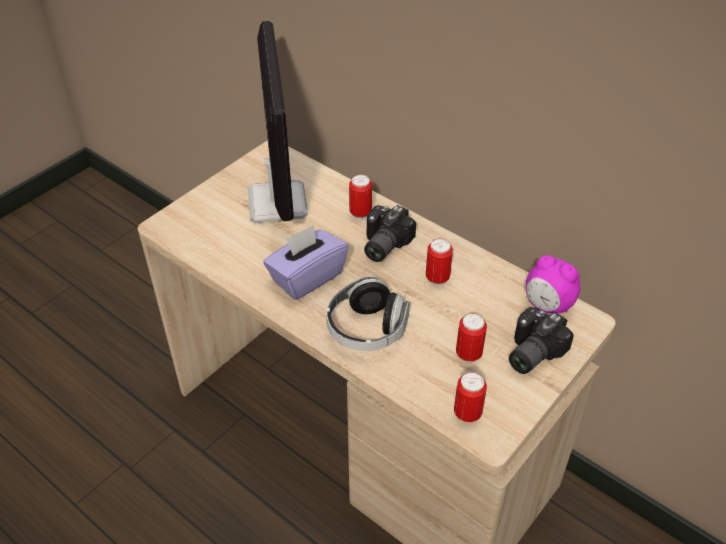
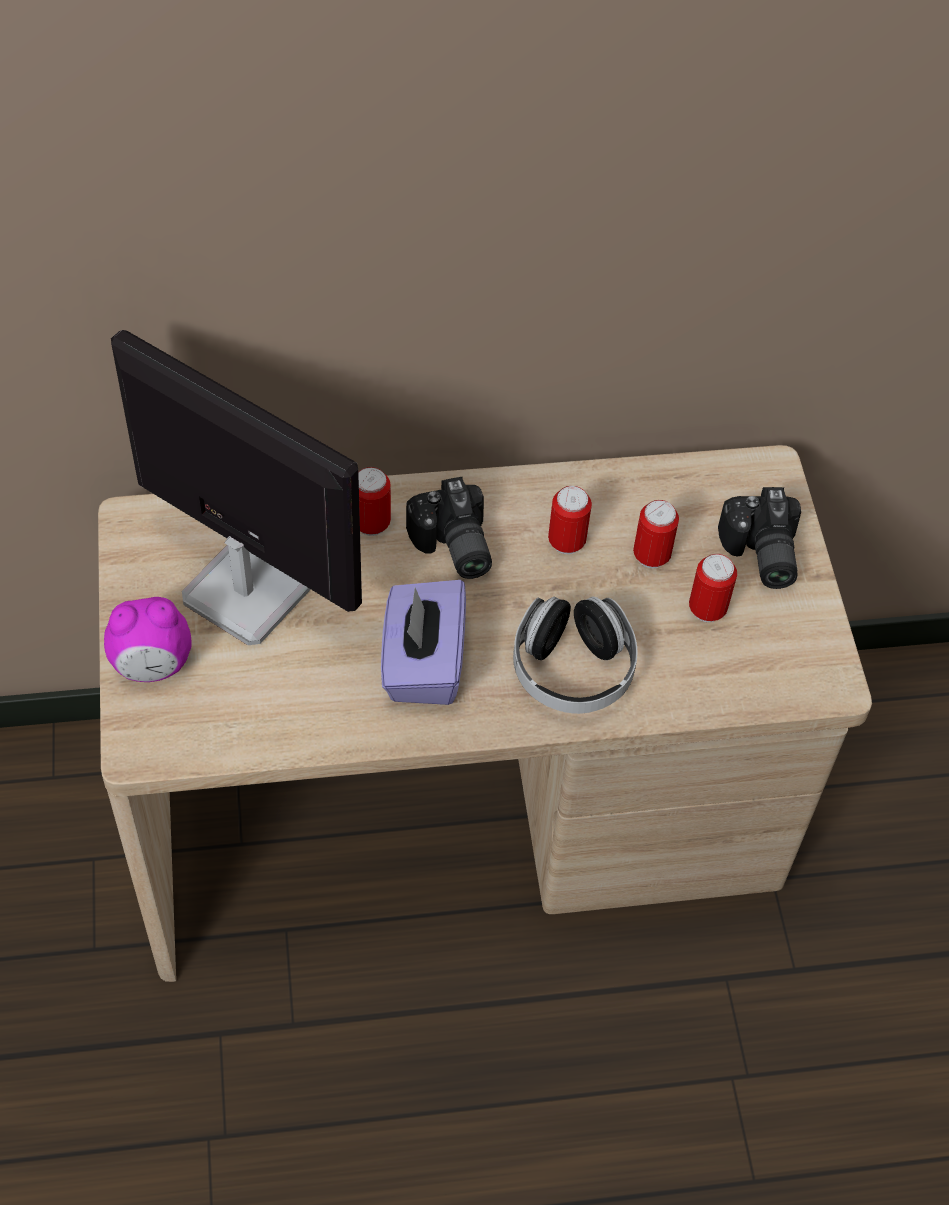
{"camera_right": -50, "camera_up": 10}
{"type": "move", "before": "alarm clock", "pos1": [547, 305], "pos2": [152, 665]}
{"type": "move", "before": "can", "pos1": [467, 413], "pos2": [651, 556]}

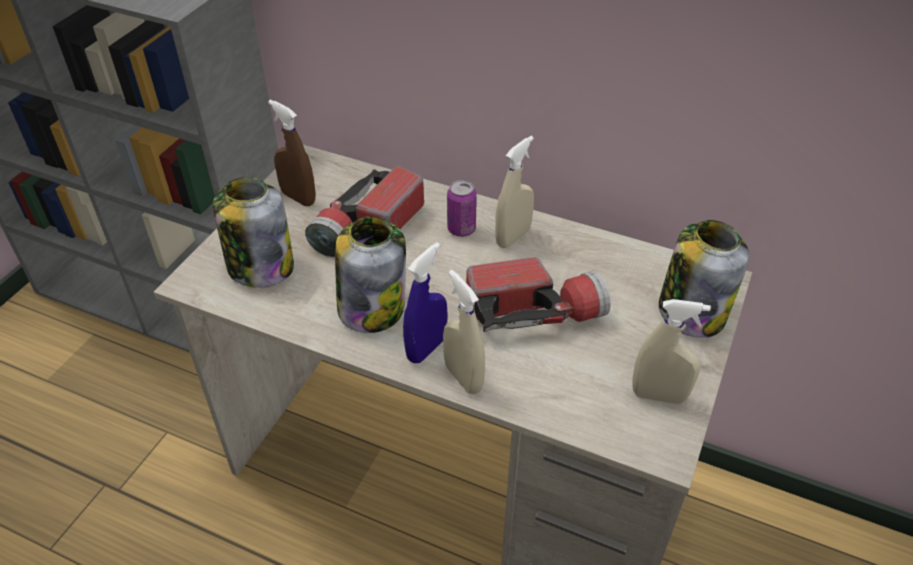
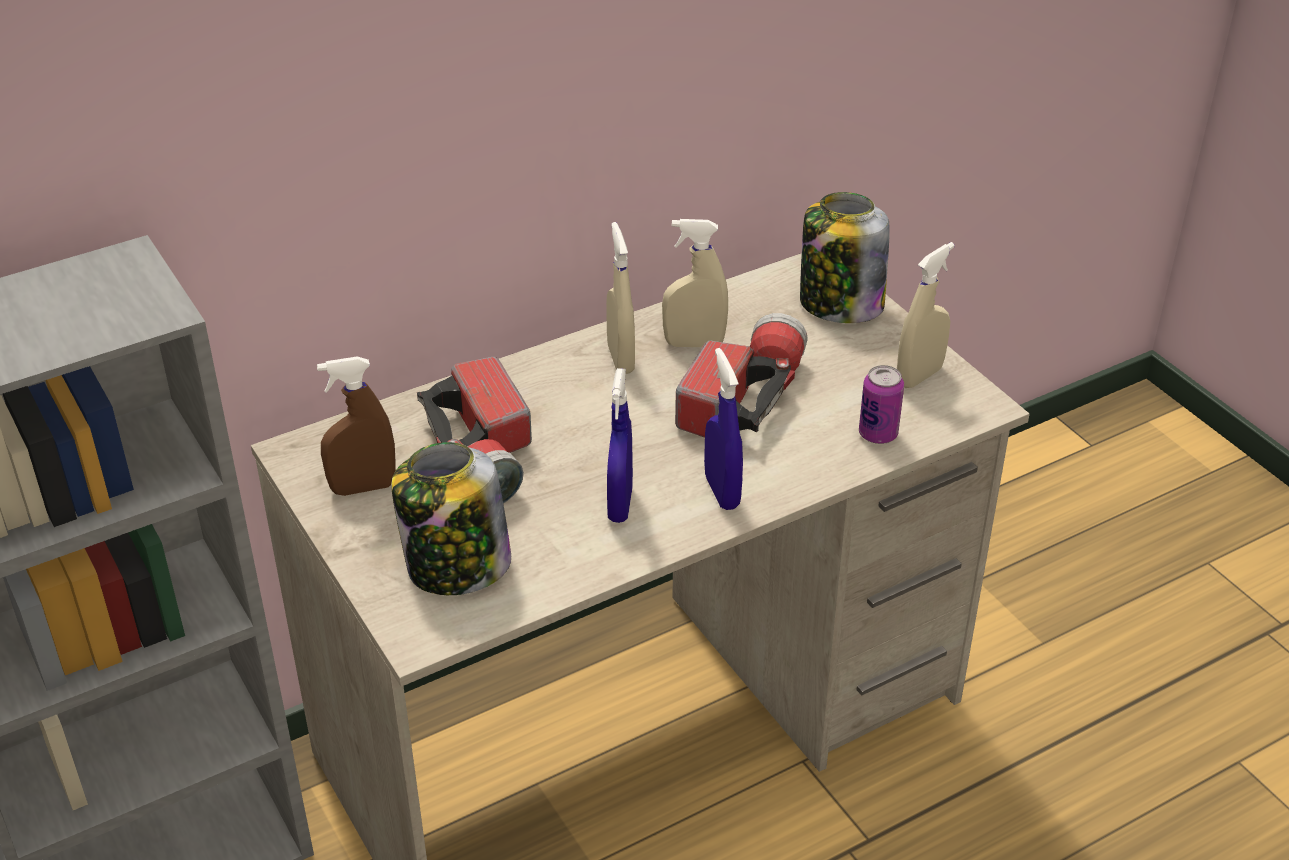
{"camera_right": -55, "camera_up": -5}
{"type": "replace", "before": "jar", "after": "spray bottle (blue)", "pos1": [372, 307], "pos2": [620, 504]}
{"type": "move", "before": "spray bottle (beige)", "pos1": [463, 377], "pos2": [694, 344]}
{"type": "move", "before": "can", "pos1": [461, 229], "pos2": [878, 434]}

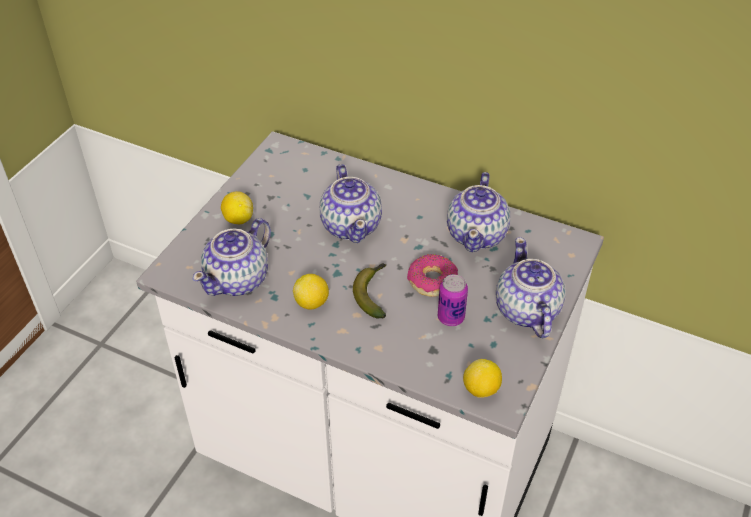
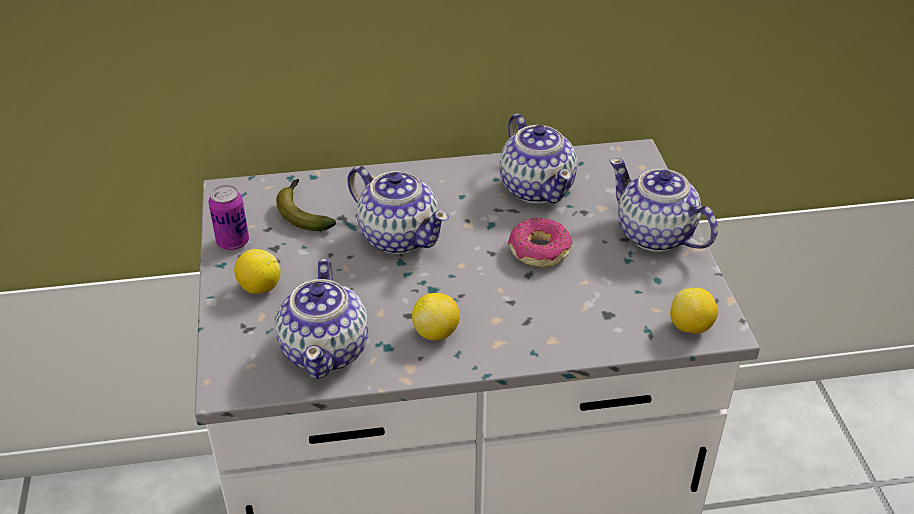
{"camera_right": -35, "camera_up": -5}
{"type": "move", "before": "can", "pos1": [451, 317], "pos2": [233, 242]}
{"type": "move", "before": "banana", "pos1": [373, 293], "pos2": [303, 212]}

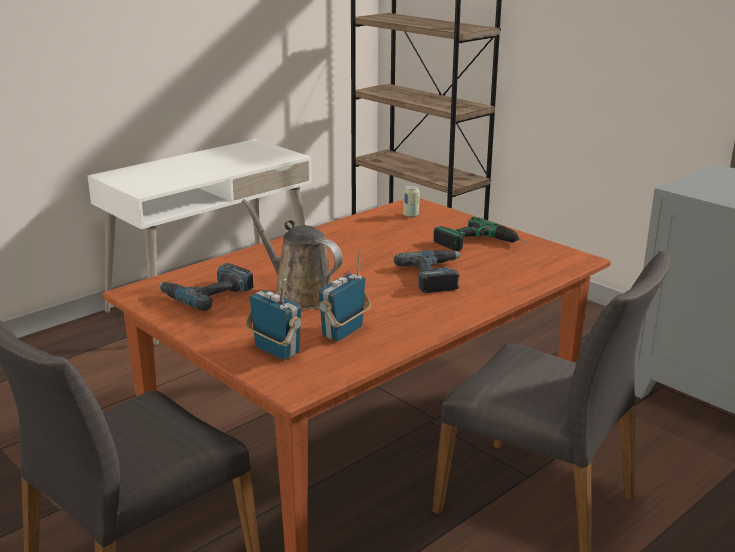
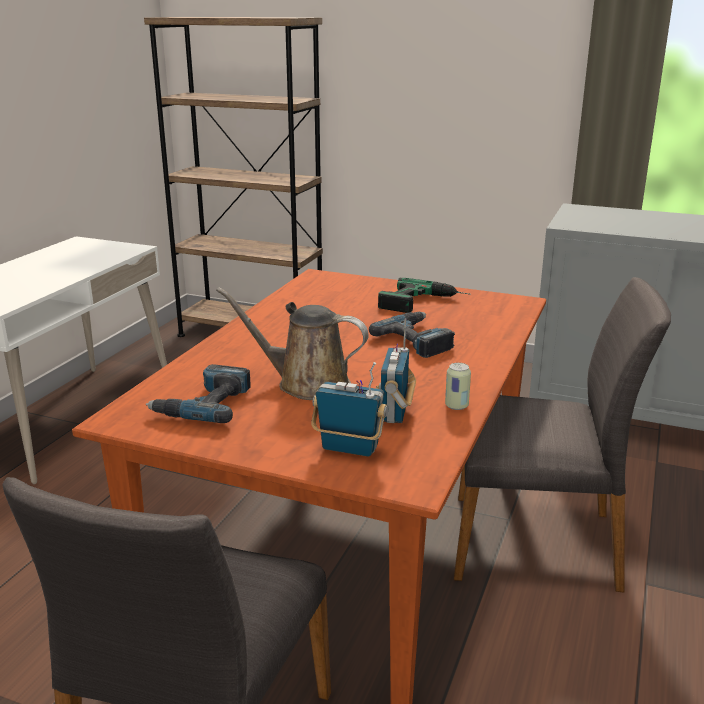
{"camera_right": -25, "camera_up": 0}
{"type": "move", "before": "can", "pos1": [410, 215], "pos2": [456, 406]}

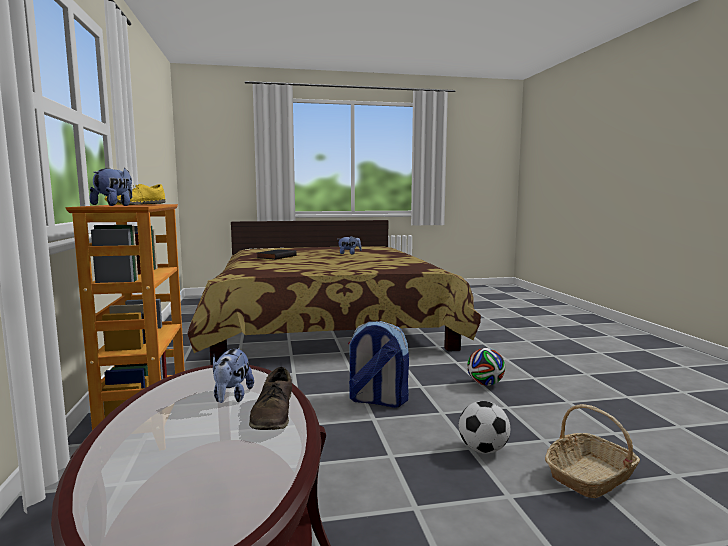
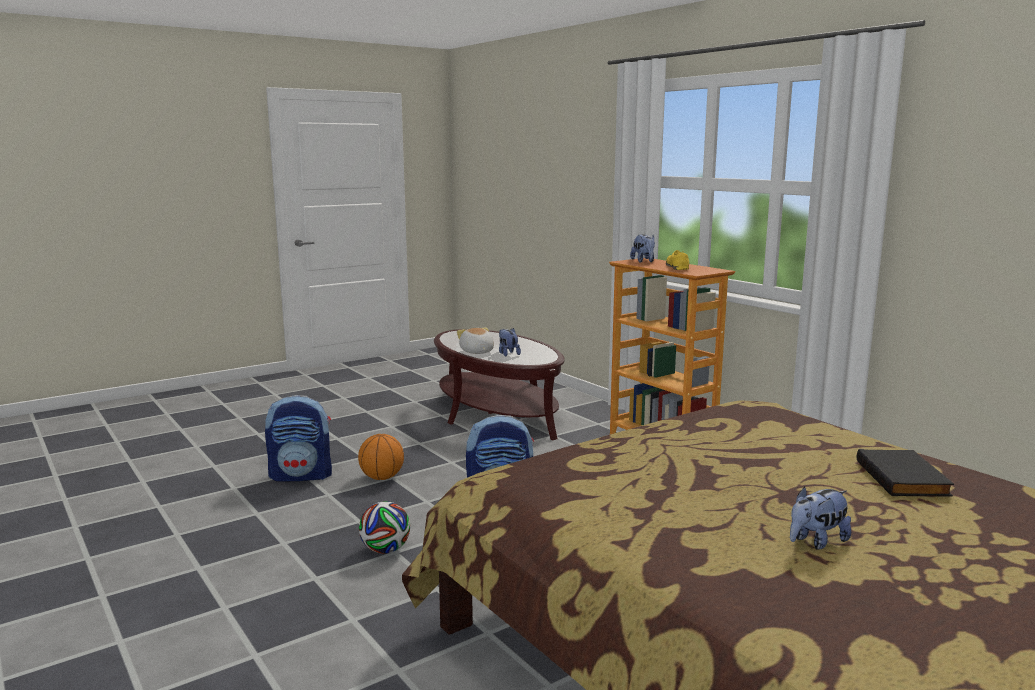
{"camera_right": 155, "camera_up": 5}
{"type": "replace", "before": "basket", "after": "backpack", "pos1": [590, 477], "pos2": [302, 475]}
{"type": "replace", "before": "football", "after": "basketball", "pos1": [483, 450], "pos2": [382, 478]}
{"type": "replace", "before": "shoe (brown)", "after": "plush toy", "pos1": [273, 414], "pos2": [476, 352]}

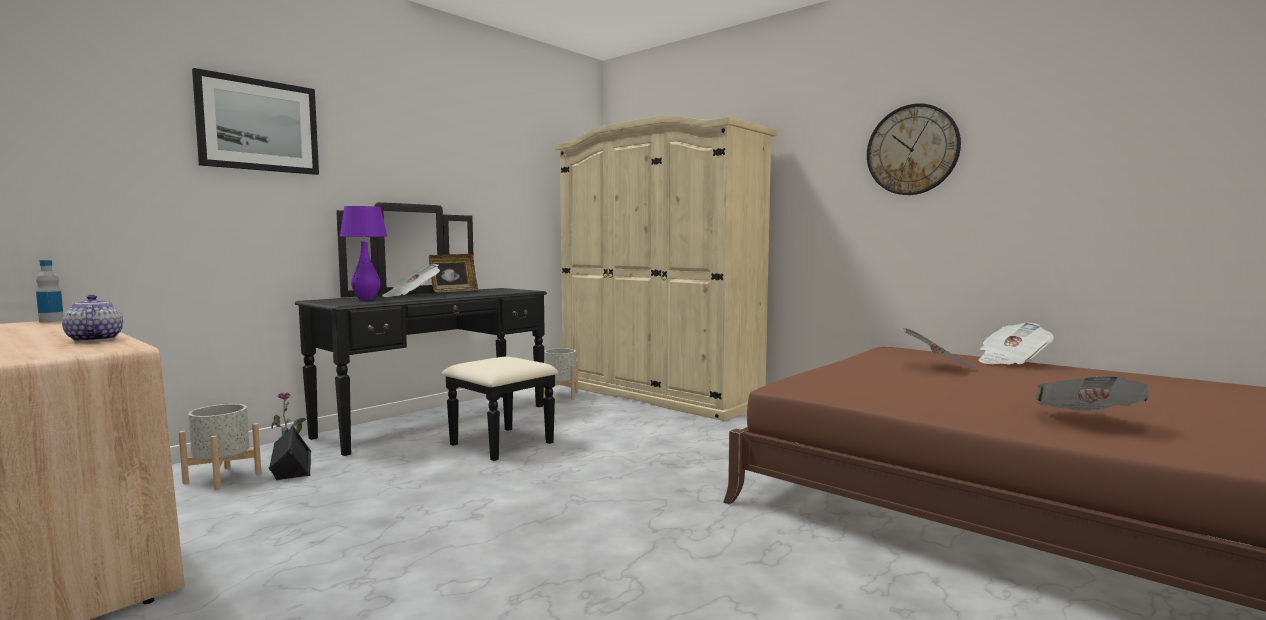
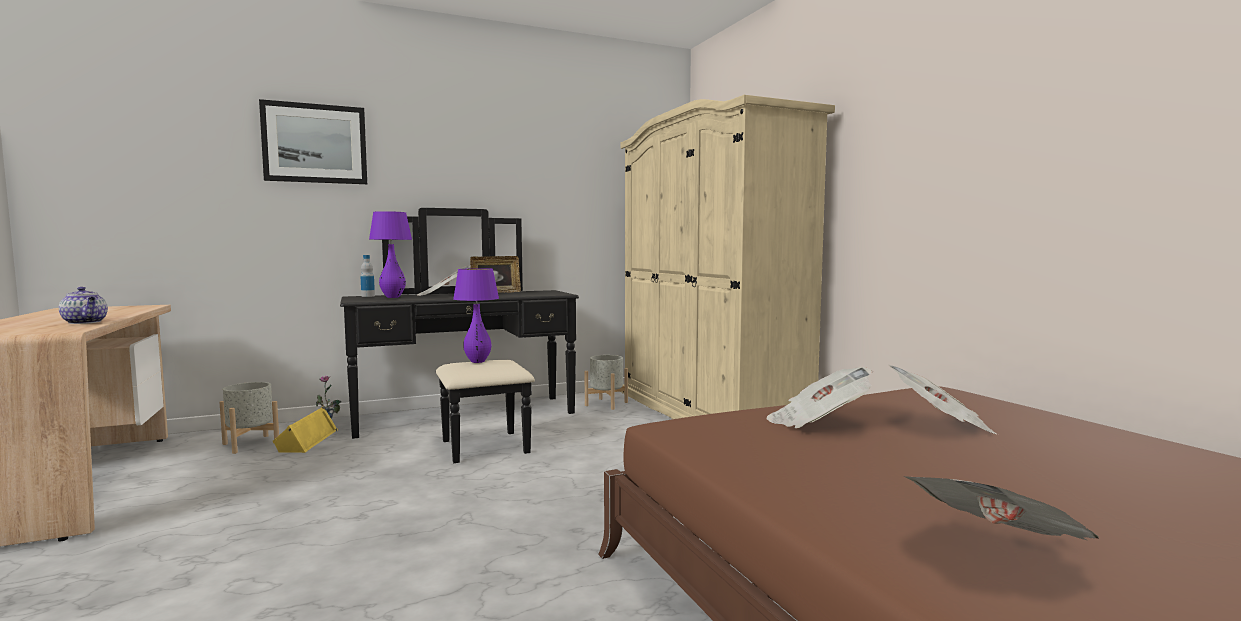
{"camera_right": 25, "camera_up": 0}
{"type": "rotate", "before": "teapot", "pos1": [94, 339], "pos2": [85, 322], "turn": 135}
{"type": "recolor", "before": "speaker (black)", "after": "speaker (yellow)", "pos1": [290, 465], "pos2": [306, 440]}
{"type": "move", "before": "bottle", "pos1": [51, 321], "pos2": [368, 296]}
{"type": "insert", "after": "table lamp (purple)", "pos2": [477, 361]}
{"type": "move", "before": "newspaper", "pos1": [1010, 362], "pos2": [817, 423]}
{"type": "delete", "before": "wall clock", "pos1": [912, 150]}

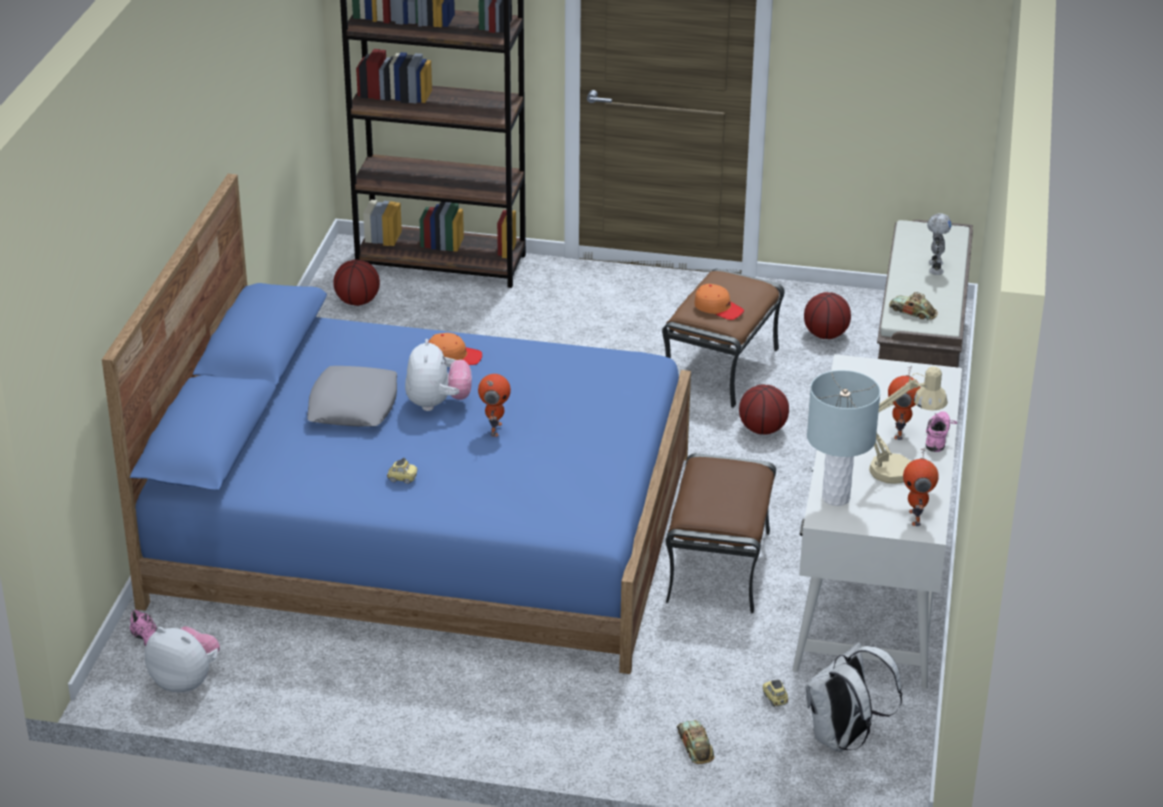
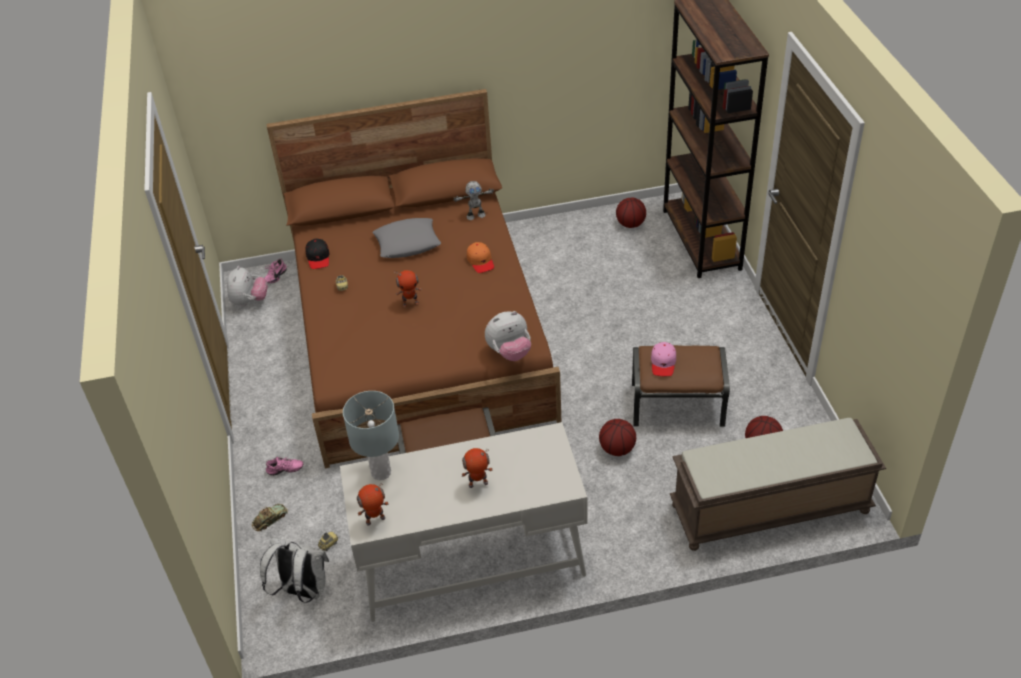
{"camera_right": 70, "camera_up": 10}
{"type": "recolor", "before": "bed (blue)", "after": "bed (brown)", "pos1": [423, 528], "pos2": [420, 334]}
{"type": "move", "before": "shoe (pink)", "pos1": [939, 438], "pos2": [285, 471]}
{"type": "insert", "after": "cap (black)", "pos2": [318, 258]}
{"type": "move", "before": "toy robot", "pos1": [934, 267], "pos2": [475, 215]}
{"type": "move", "before": "plush toy", "pos1": [437, 403], "pos2": [509, 352]}
{"type": "recolor", "before": "cap (orange)", "after": "cap (pink)", "pos1": [718, 308], "pos2": [663, 363]}
{"type": "delete", "before": "table lamp (beige)", "pos1": [900, 470]}
{"type": "delete", "before": "toy car", "pos1": [913, 312]}

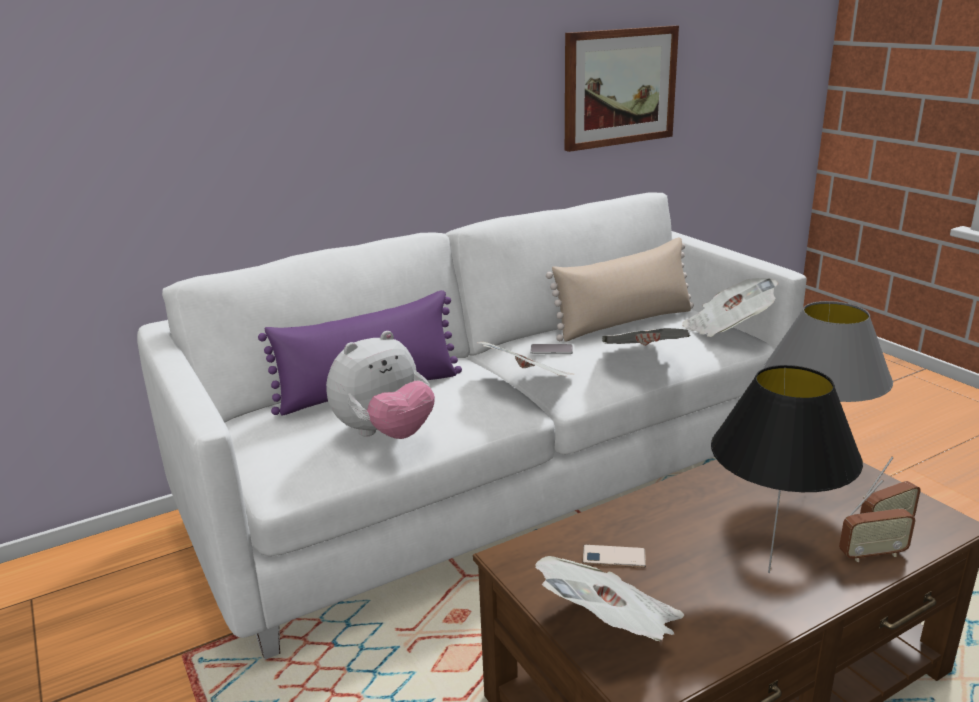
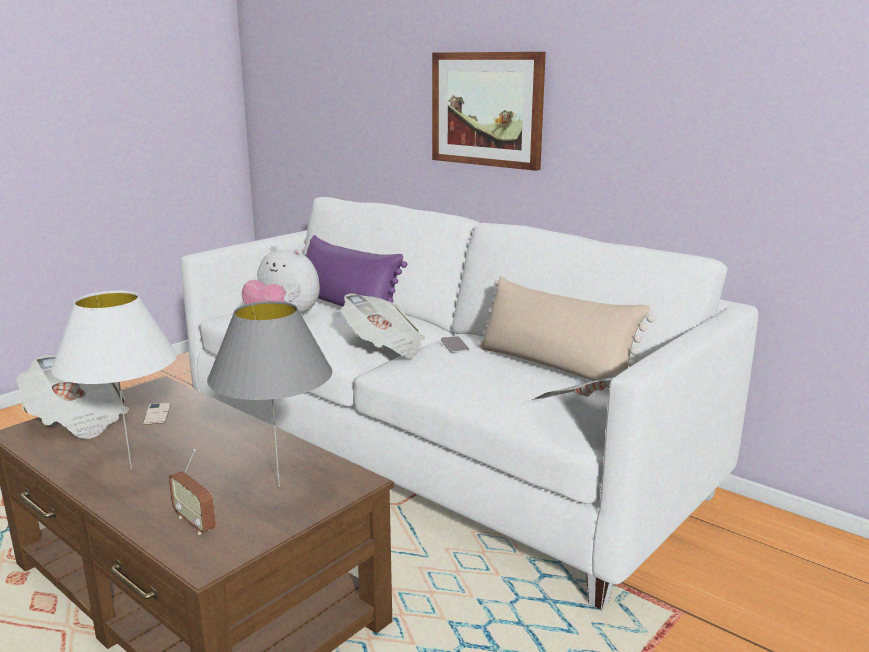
{"camera_right": 70, "camera_up": -5}
{"type": "recolor", "before": "table lamp (black)", "after": "table lamp (white)", "pos1": [769, 572], "pos2": [131, 469]}
{"type": "move", "before": "picture", "pos1": [619, 87], "pos2": [487, 109]}
{"type": "delete", "before": "newspaper", "pos1": [643, 359]}
{"type": "delete", "before": "radio", "pos1": [872, 554]}

